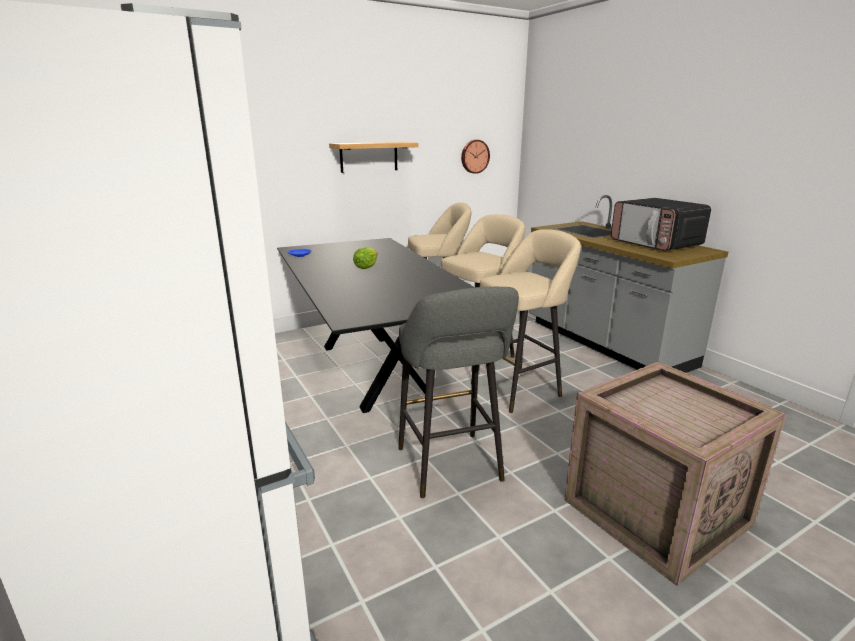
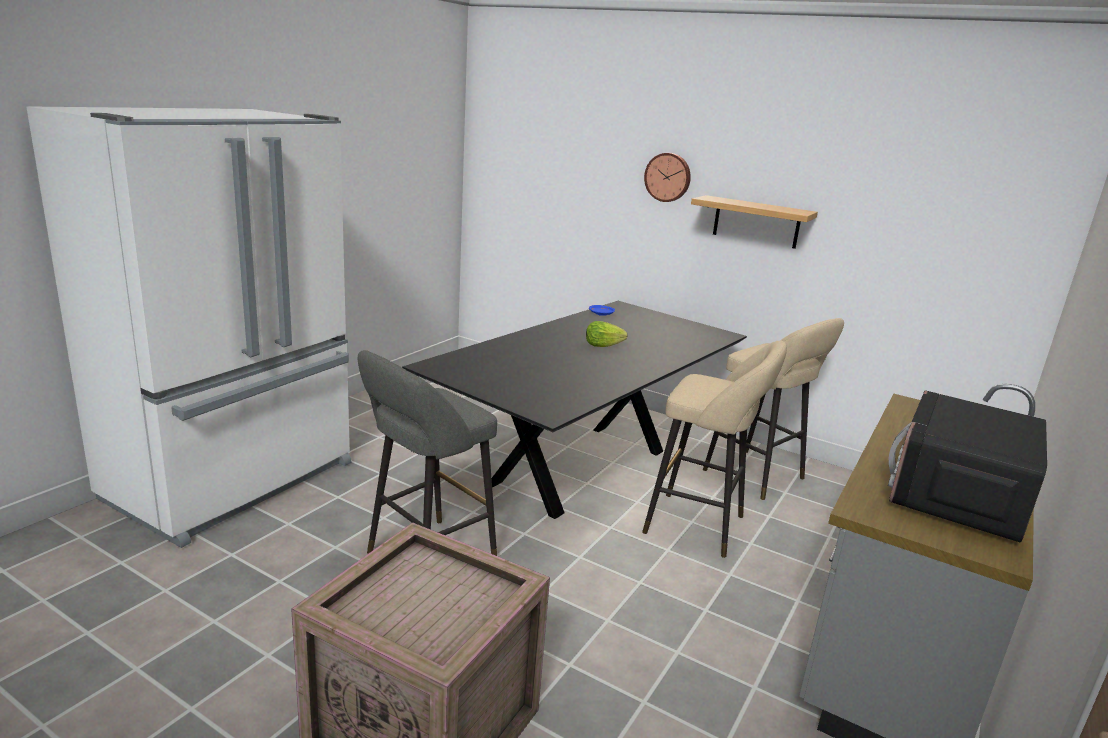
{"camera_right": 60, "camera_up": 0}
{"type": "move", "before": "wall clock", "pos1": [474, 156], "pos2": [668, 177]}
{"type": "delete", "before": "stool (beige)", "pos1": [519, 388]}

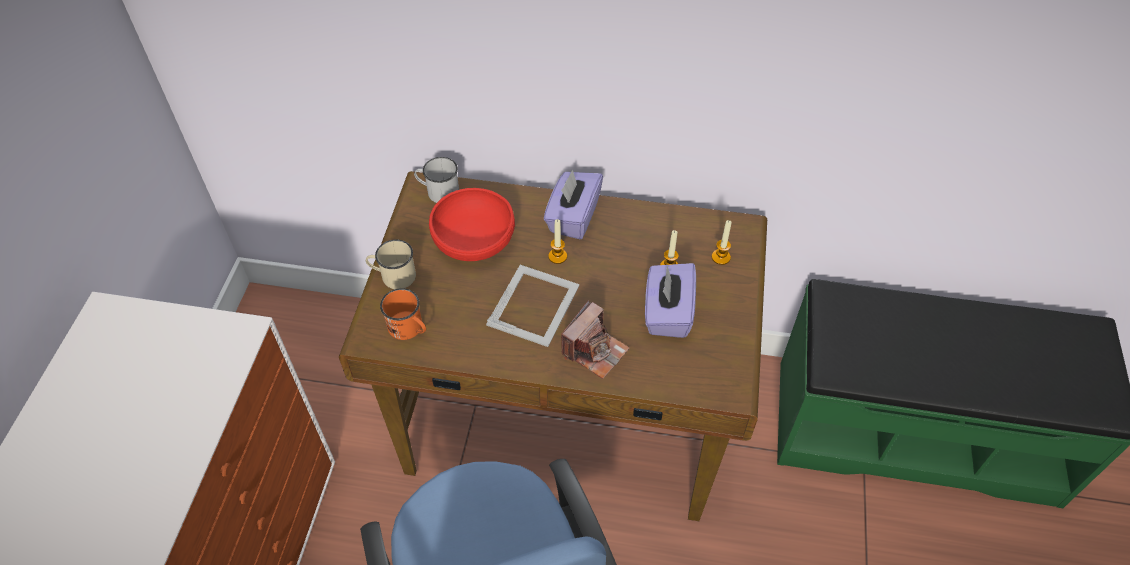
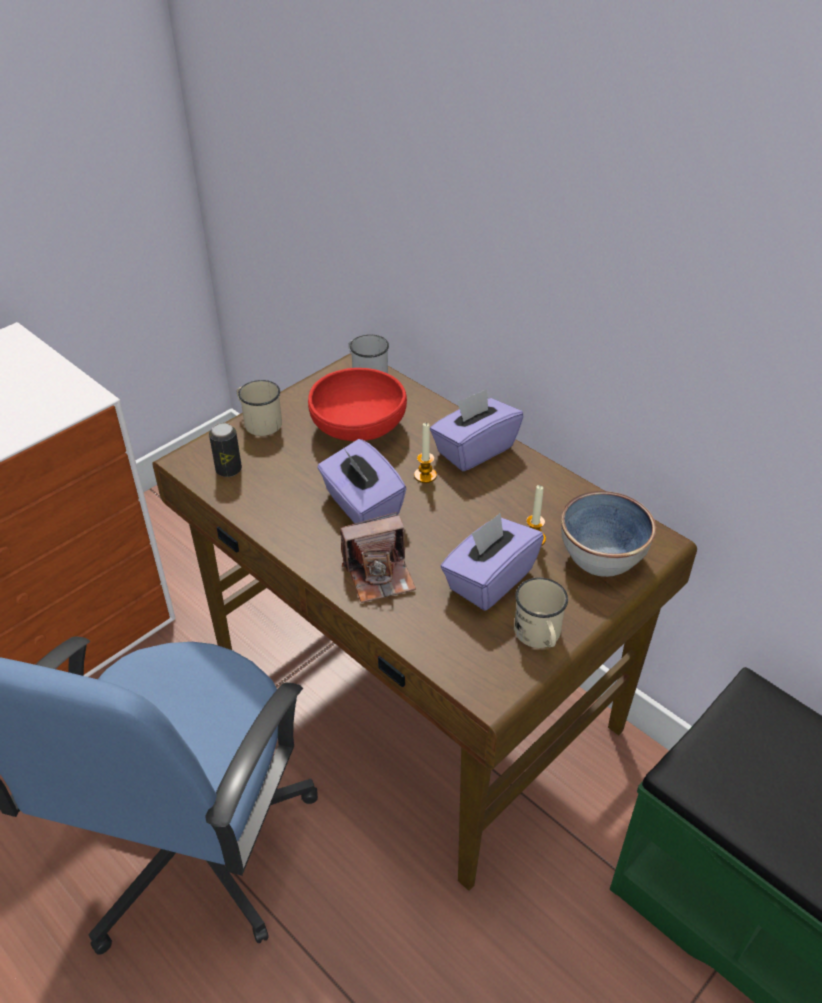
{"camera_right": 35, "camera_up": -10}
{"type": "replace", "before": "mug (orange)", "after": "can", "pos1": [409, 329], "pos2": [228, 470]}
{"type": "replace", "before": "picture frame", "after": "tissue box (purple)", "pos1": [534, 304], "pos2": [361, 505]}
{"type": "insert", "after": "mug (beige)", "pos2": [539, 636]}
{"type": "replace", "before": "candle", "after": "bowl", "pos1": [721, 257], "pos2": [601, 557]}

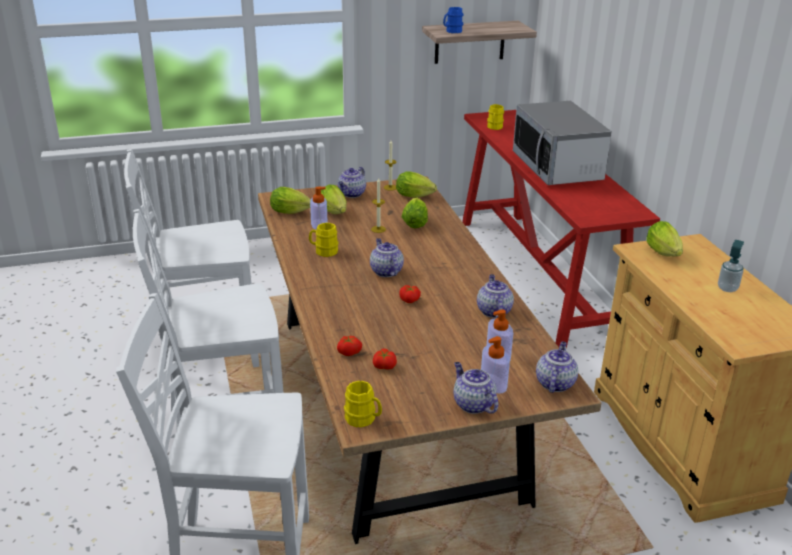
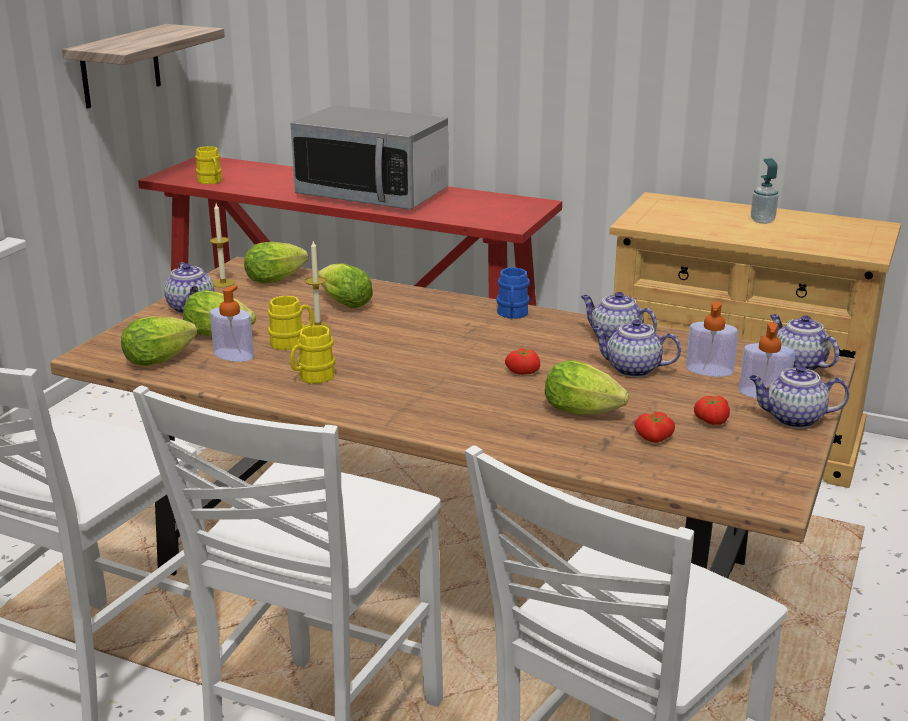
{"camera_right": -50, "camera_up": -5}
{"type": "move", "before": "mug (yellow)", "pos1": [363, 419], "pos2": [292, 342]}
{"type": "move", "before": "mug (blue)", "pos1": [452, 31], "pos2": [512, 314]}
{"type": "move", "before": "lettuce", "pos1": [664, 254], "pos2": [586, 413]}
{"type": "move", "before": "teapot", "pos1": [385, 271], "pos2": [632, 369]}
{"type": "move", "before": "tomato", "pos1": [349, 352], "pos2": [710, 421]}

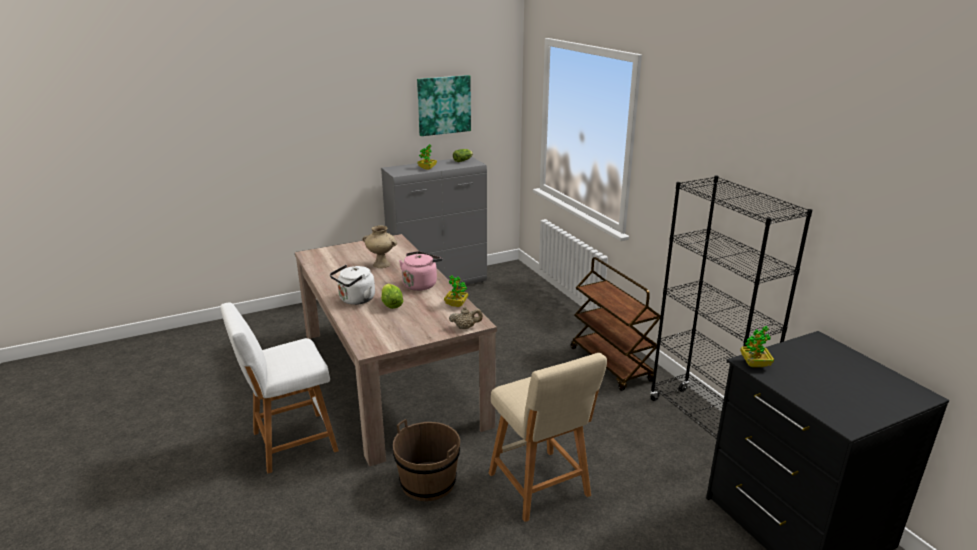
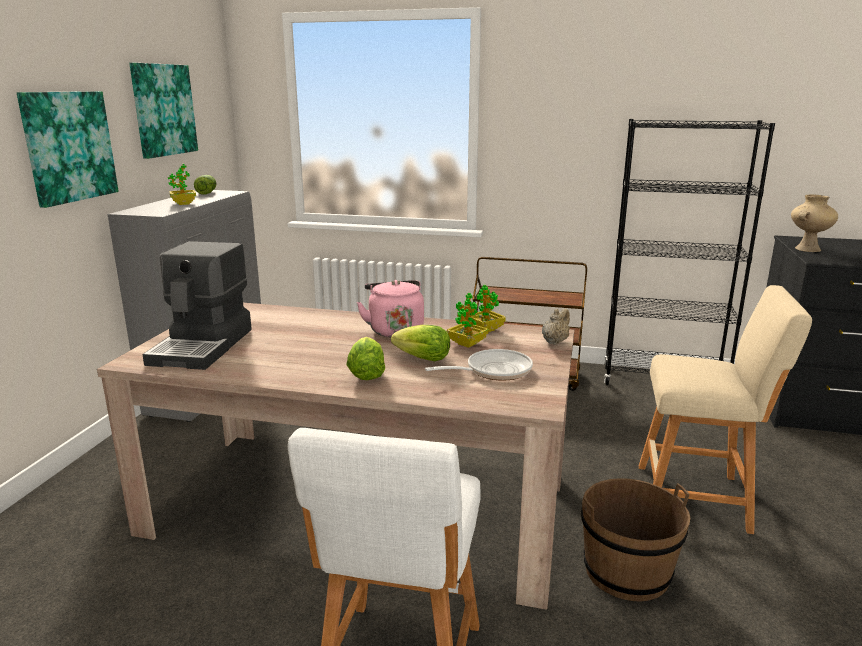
{"camera_right": -50, "camera_up": -5}
{"type": "insert", "after": "picture", "pos2": [68, 146]}
{"type": "insert", "after": "coffee machine", "pos2": [204, 346]}
{"type": "replace", "before": "kettle (white)", "after": "lettuce", "pos1": [355, 300], "pos2": [366, 374]}
{"type": "insert", "after": "frying pan", "pos2": [493, 371]}
{"type": "move", "before": "potted plant", "pos1": [755, 364], "pos2": [467, 344]}
{"type": "move", "before": "vase (beige)", "pos1": [382, 264], "pos2": [807, 249]}

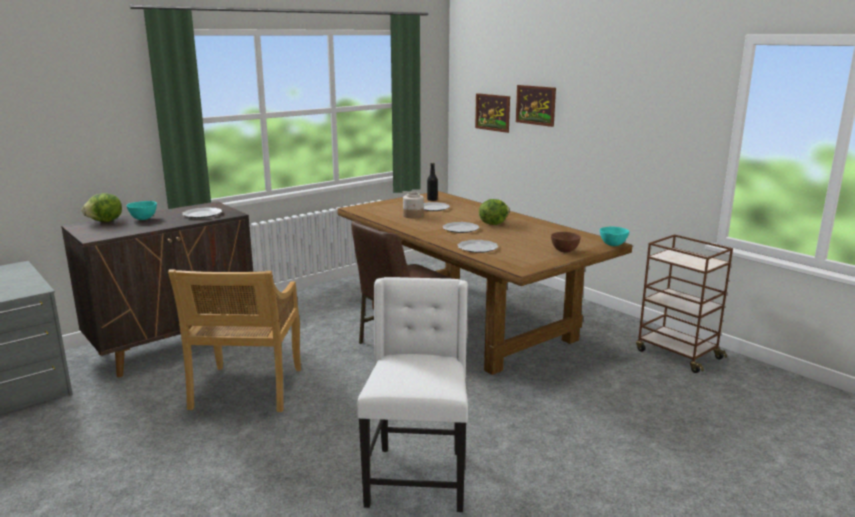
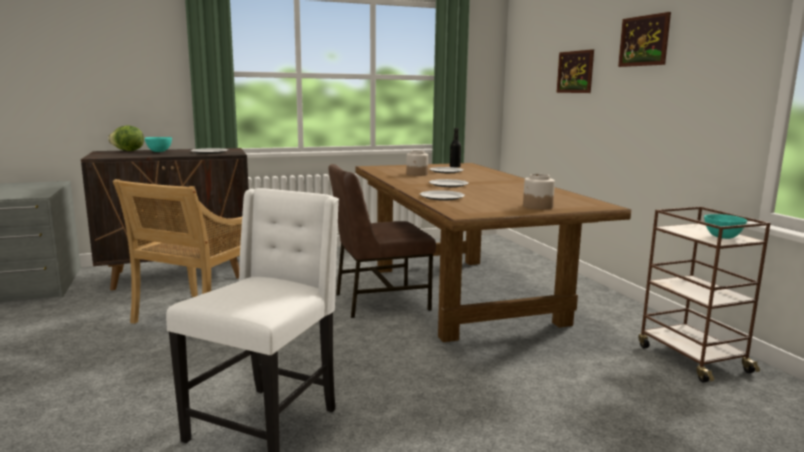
{"camera_right": 20, "camera_up": -5}
{"type": "replace", "before": "bowl (brown)", "after": "jar", "pos1": [564, 250], "pos2": [537, 206]}
{"type": "move", "before": "picture", "pos1": [492, 112], "pos2": [644, 41]}
{"type": "move", "before": "bowl (turquoise)", "pos1": [612, 245], "pos2": [722, 237]}
{"type": "delete", "before": "lettuce", "pos1": [493, 223]}

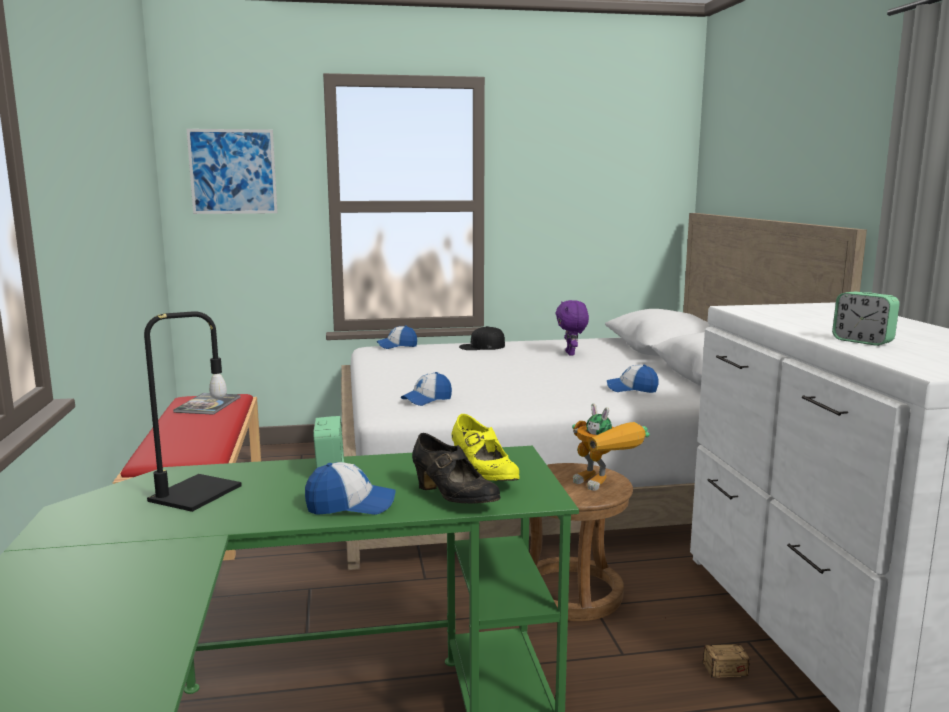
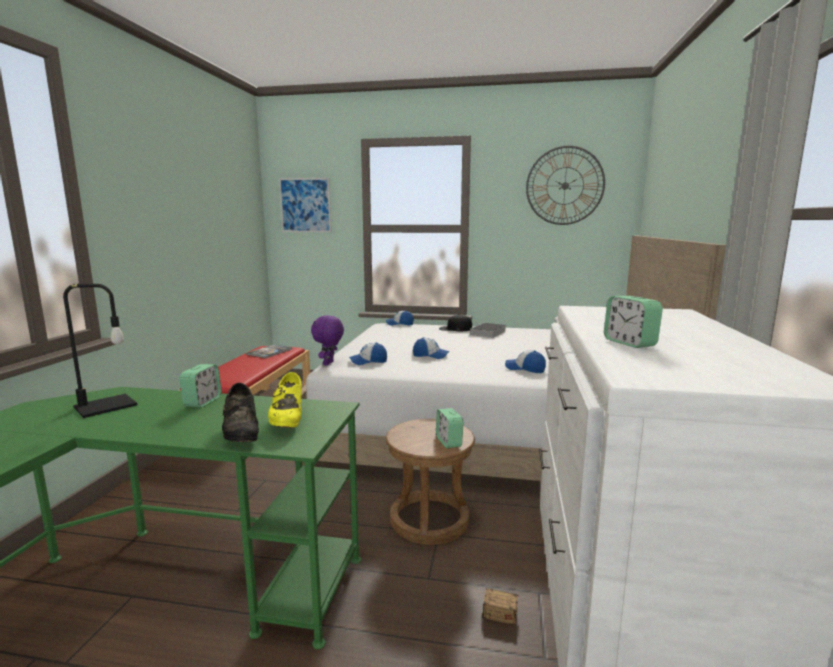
{"camera_right": 20, "camera_up": 0}
{"type": "move", "before": "plush toy (purple)", "pos1": [571, 354], "pos2": [329, 363]}
{"type": "move", "before": "cap", "pos1": [350, 505], "pos2": [430, 355]}
{"type": "replace", "before": "toy robot", "after": "alarm clock", "pos1": [605, 486], "pos2": [449, 442]}
{"type": "insert", "after": "book", "pos2": [488, 333]}
{"type": "insert", "after": "wall clock", "pos2": [565, 186]}

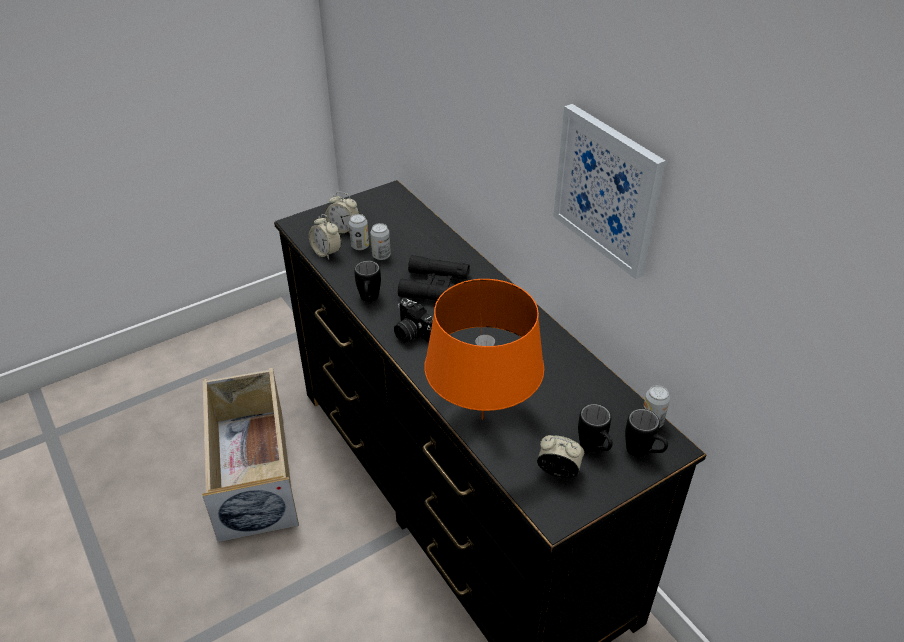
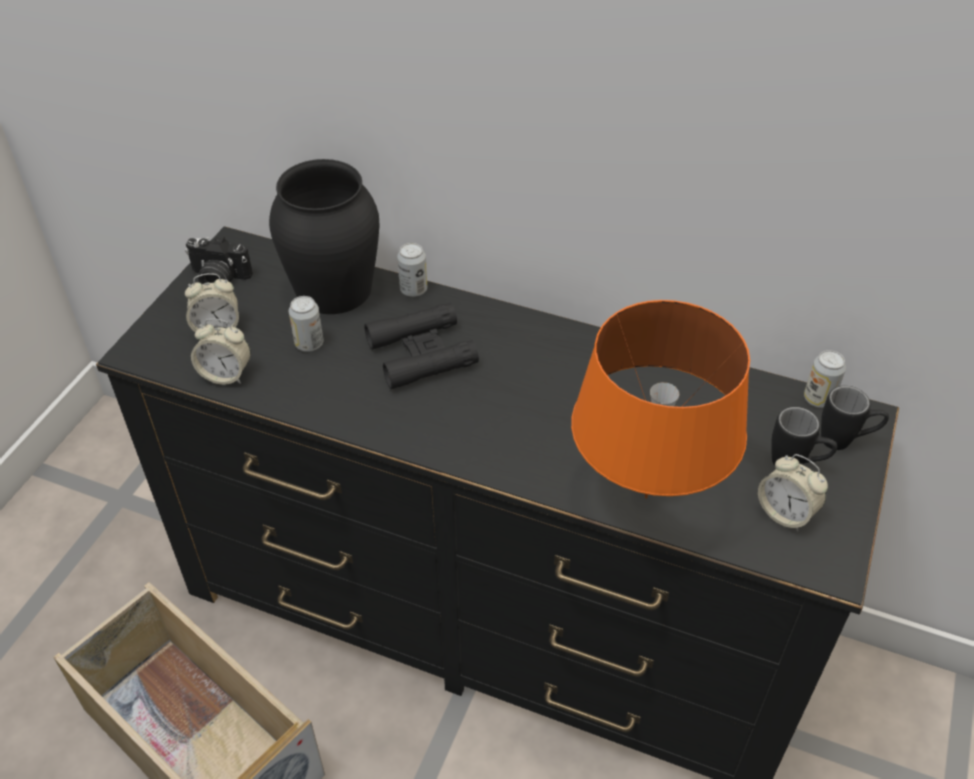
{"camera_right": -35, "camera_up": 5}
{"type": "move", "before": "photo camera", "pos1": [411, 333], "pos2": [218, 279]}
{"type": "insert", "after": "vase (black)", "pos2": [335, 288]}
{"type": "move", "before": "can", "pos1": [360, 246], "pos2": [413, 290]}
{"type": "rotate", "before": "alarm clock", "pos1": [558, 471], "pos2": [785, 513], "turn": -120}
{"type": "delete", "before": "mug (black)", "pos1": [369, 300]}
{"type": "delete", "before": "picture", "pos1": [607, 190]}

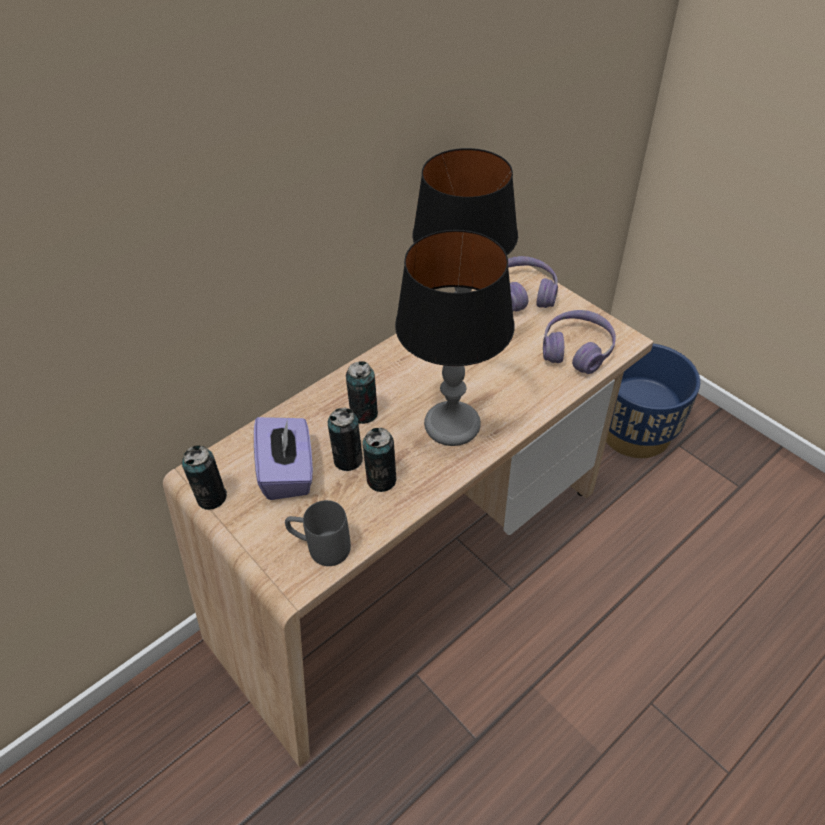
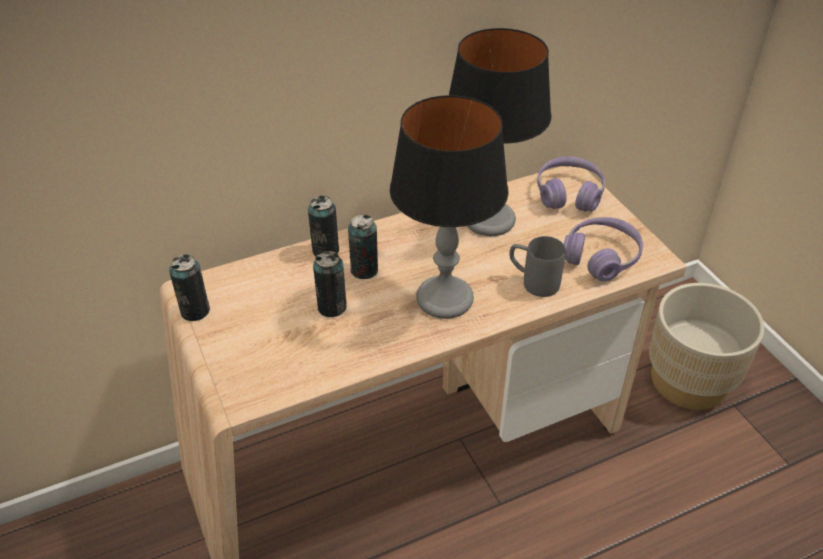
{"camera_right": 15, "camera_up": -5}
{"type": "move", "before": "can", "pos1": [381, 480], "pos2": [325, 250]}
{"type": "move", "before": "mug (grey)", "pos1": [320, 547], "pos2": [533, 282]}
{"type": "recolor", "before": "planter (blue)", "after": "planter (beige)", "pos1": [635, 432], "pos2": [689, 380]}
{"type": "delete", "before": "tissue box (purple)", "pos1": [288, 472]}

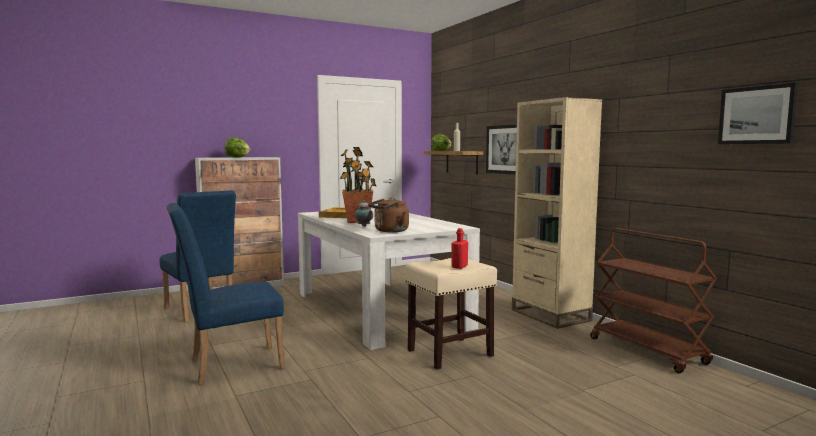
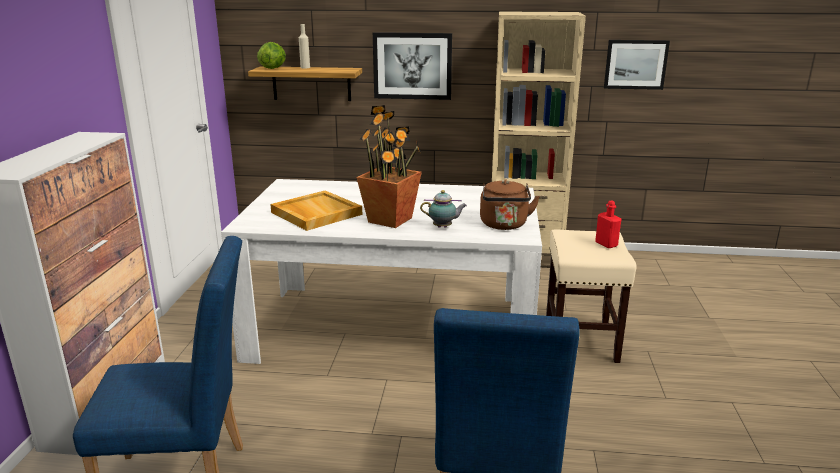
{"camera_right": -55, "camera_up": 15}
{"type": "move", "before": "picture", "pos1": [756, 115], "pos2": [635, 64]}
{"type": "delete", "before": "lettuce", "pos1": [237, 157]}
{"type": "delete", "before": "cart (brown)", "pos1": [648, 351]}

